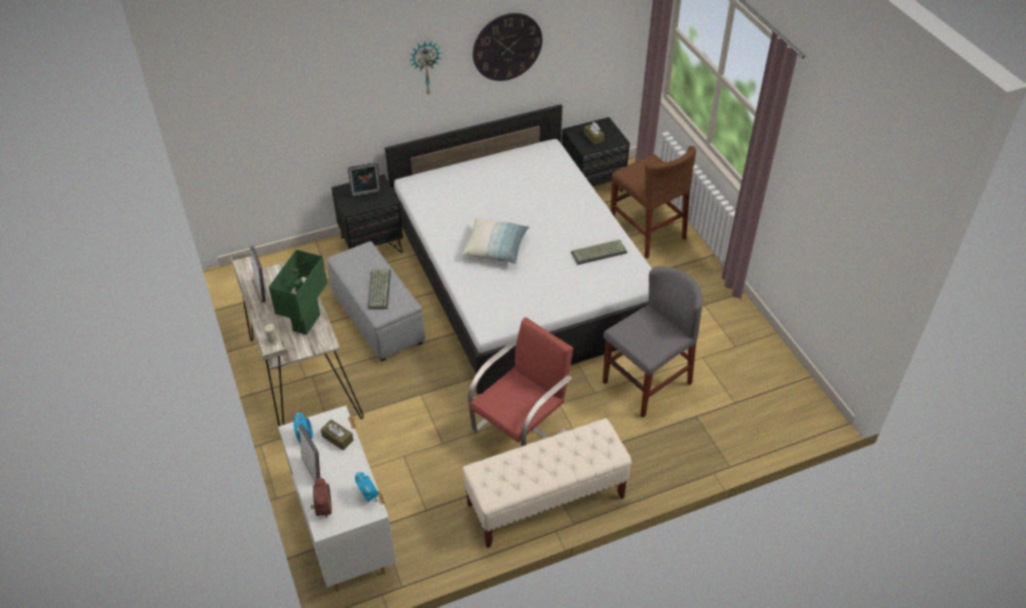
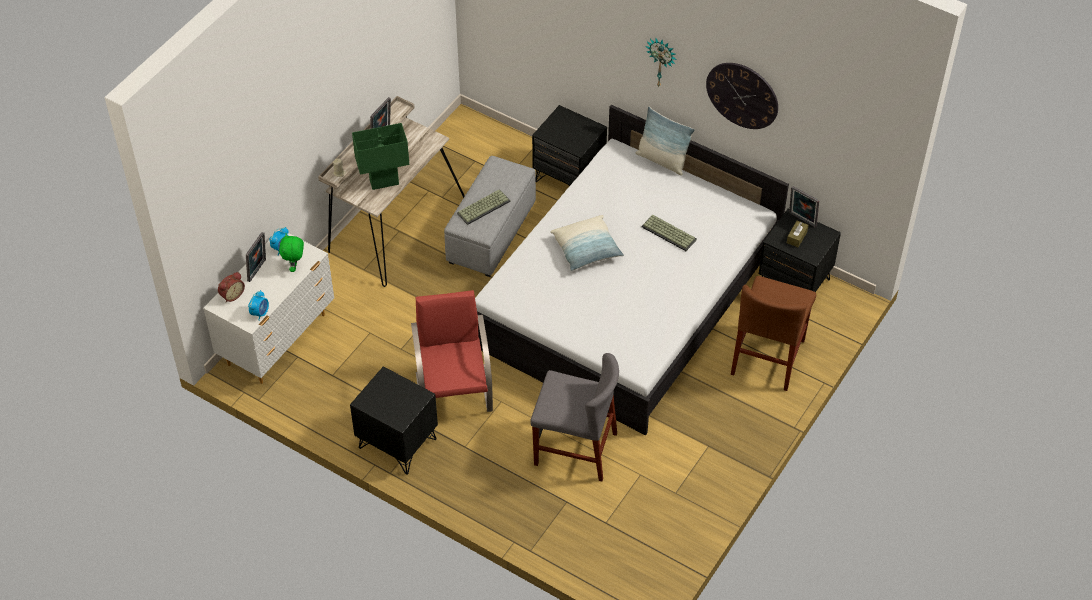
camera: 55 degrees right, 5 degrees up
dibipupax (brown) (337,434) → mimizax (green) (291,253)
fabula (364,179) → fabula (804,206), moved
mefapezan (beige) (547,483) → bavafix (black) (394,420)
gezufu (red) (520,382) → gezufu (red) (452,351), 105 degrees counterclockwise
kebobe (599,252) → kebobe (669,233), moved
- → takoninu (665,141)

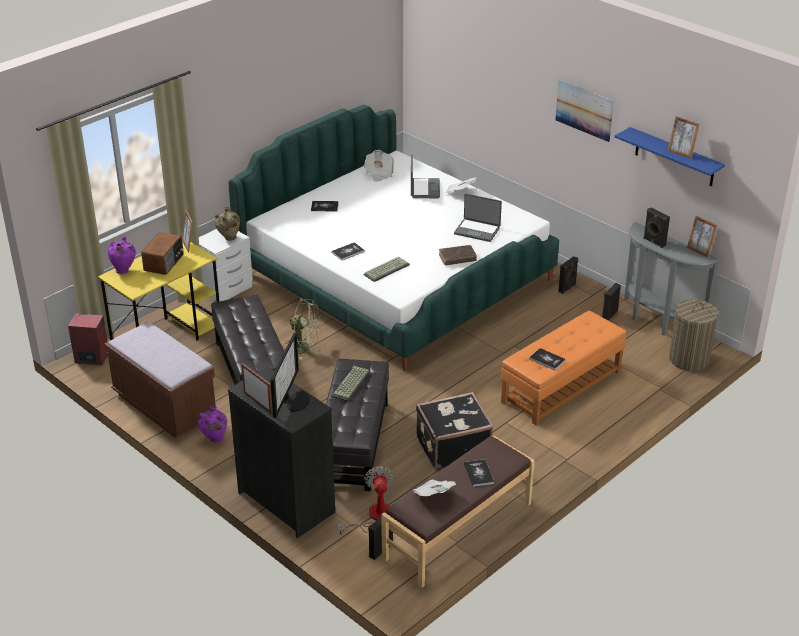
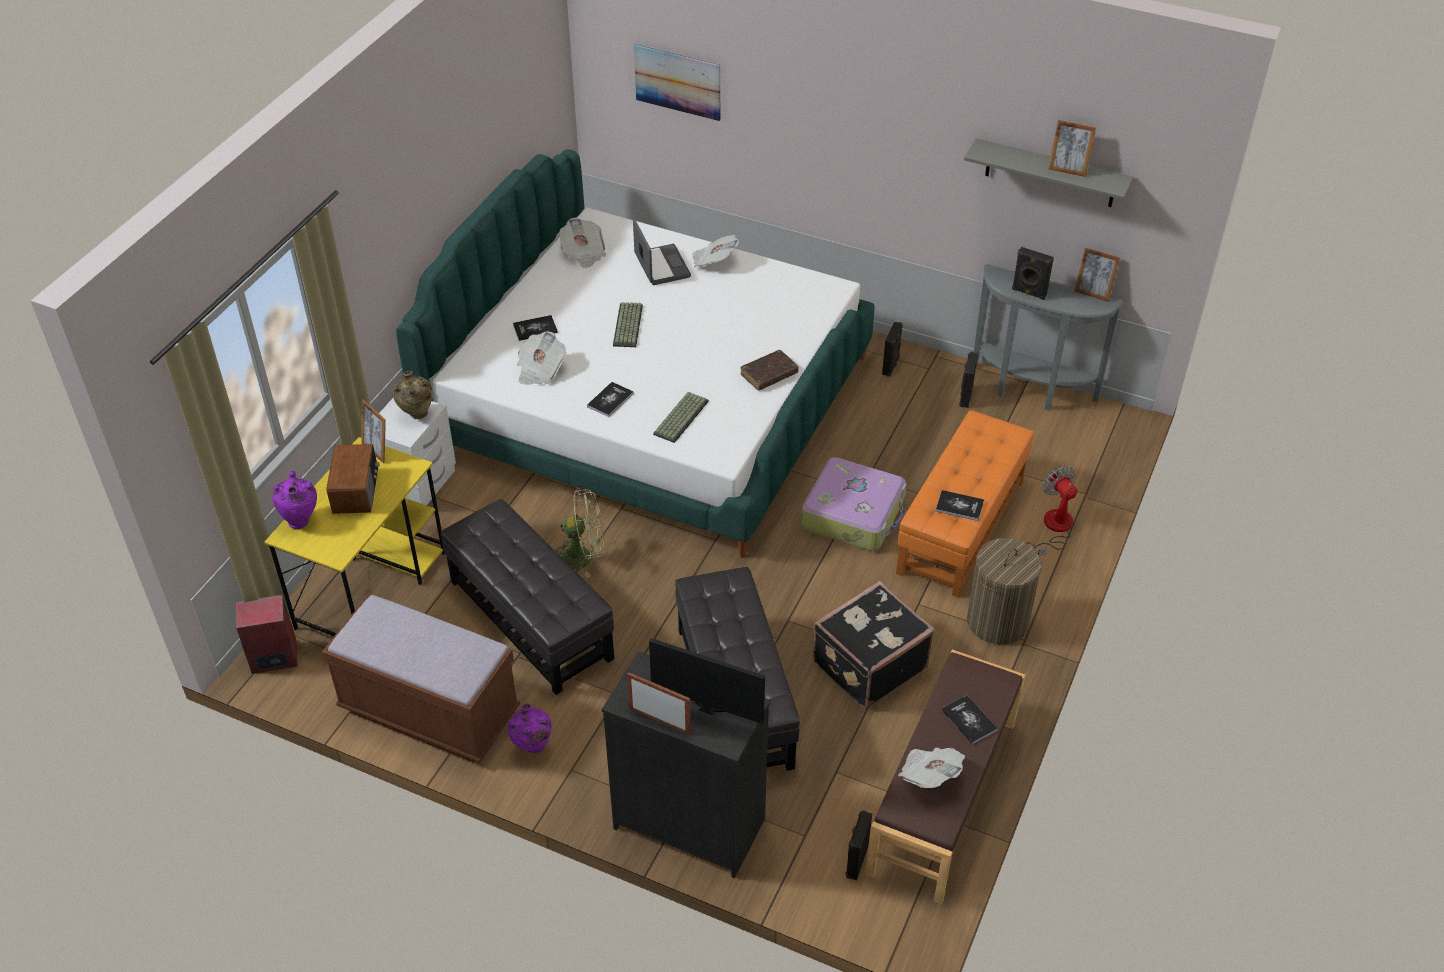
camera: 20 degrees left, 10 degrees up
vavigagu (290,375) → vavigagu (707,681), 60 degrees counterclockwise
kebobe (351,383) → kebobe (628,324), moved
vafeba (365,500) → vafeba (1055,511), moved
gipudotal (478,218) → -
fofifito (584,111) → fofifito (677,82), moved
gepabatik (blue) (670,156) → gepabatik (grey) (1048,172)
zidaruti (694,335) → zidaruti (1004,591), moved
- → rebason (541,358)
- → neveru (853,504)

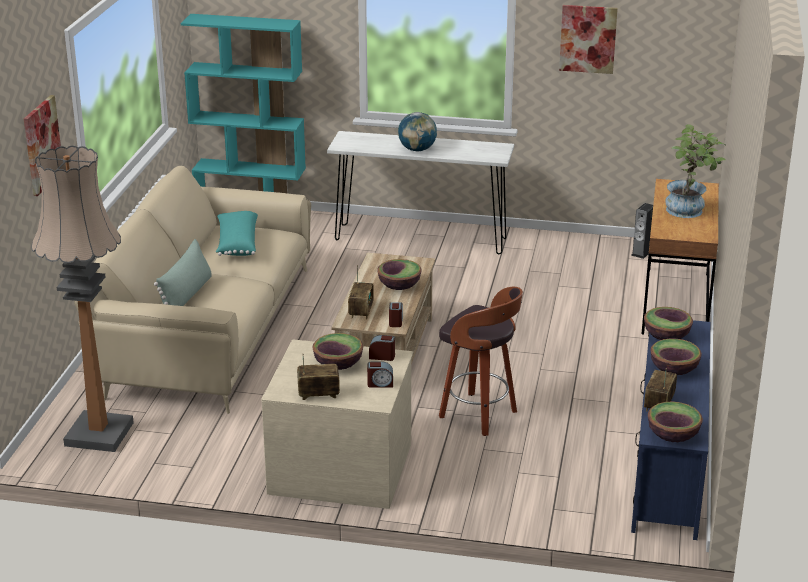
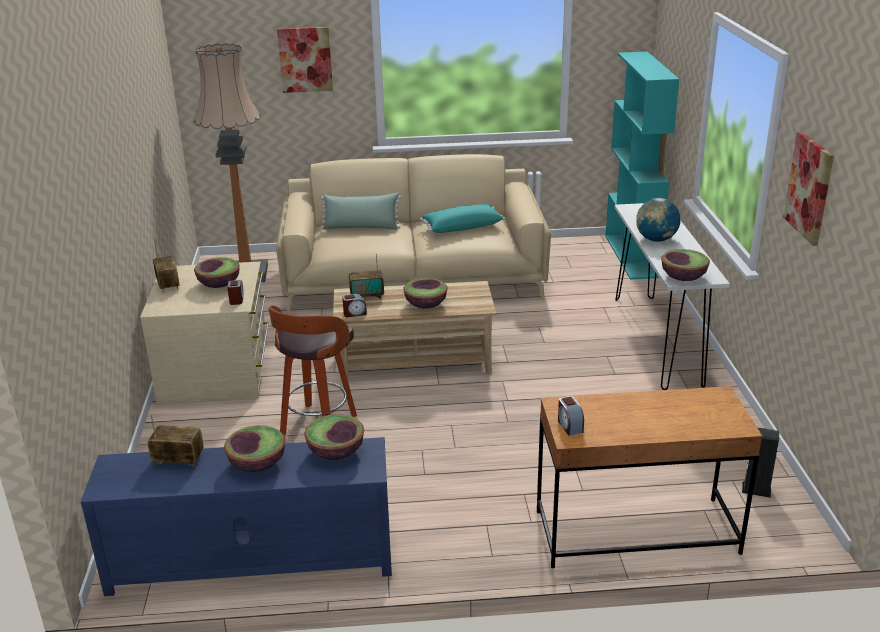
camera: 75 degrees right, 0 degrees up
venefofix (380,374) → venefofix (571,416), moved
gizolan (675,421) → gizolan (685,265), moved
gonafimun (695,171) → -

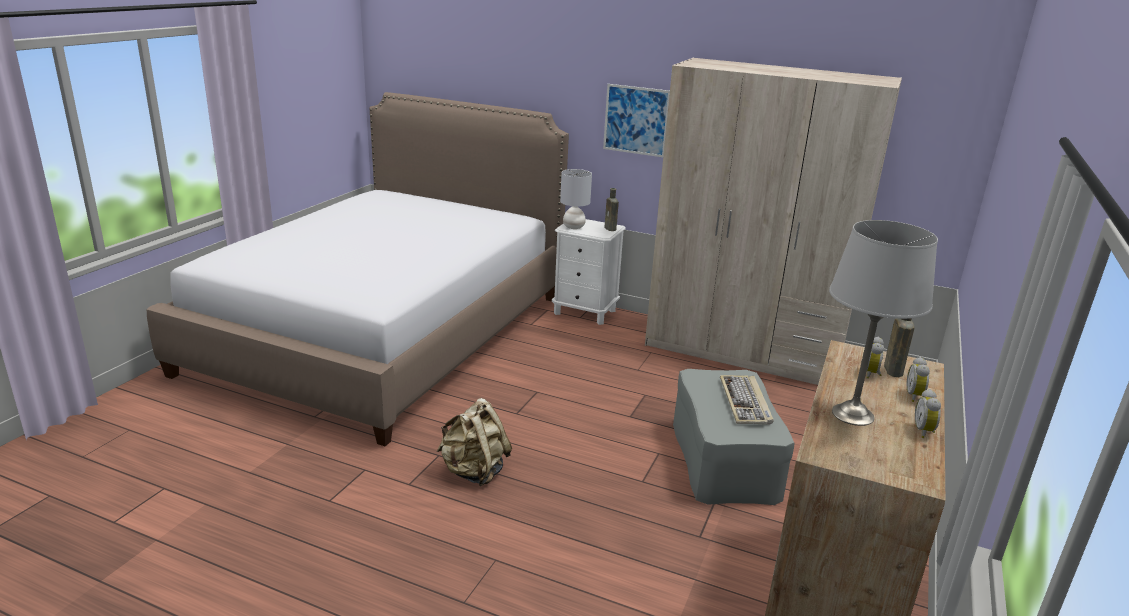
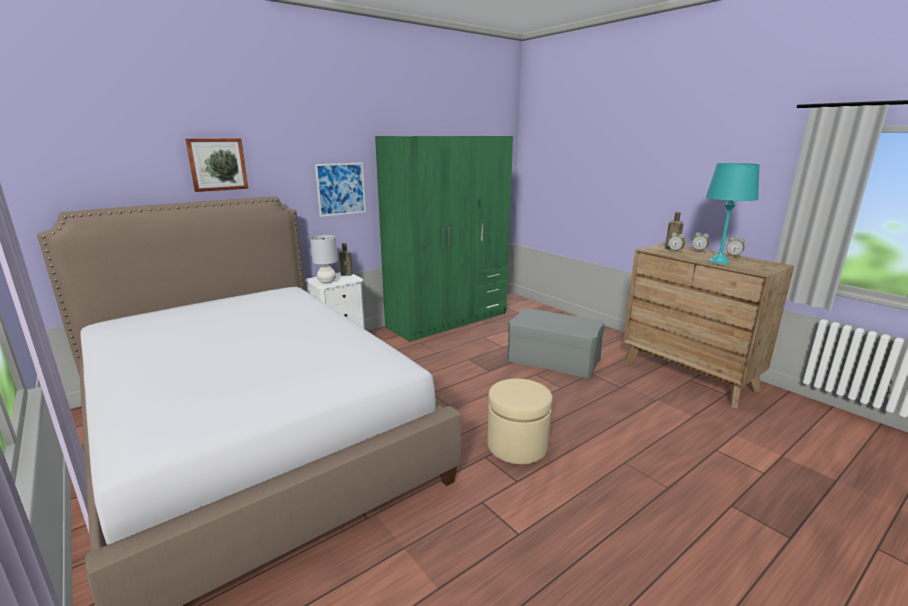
camera: 60 degrees left, 5 degrees down
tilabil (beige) (474,442) → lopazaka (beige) (520,421)
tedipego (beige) (773,221) → tedipego (green) (444,239)
kebobe (747,400) → -
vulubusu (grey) (883,323) → vulubusu (turquoise) (733,213)
- → fofifito (216,165)

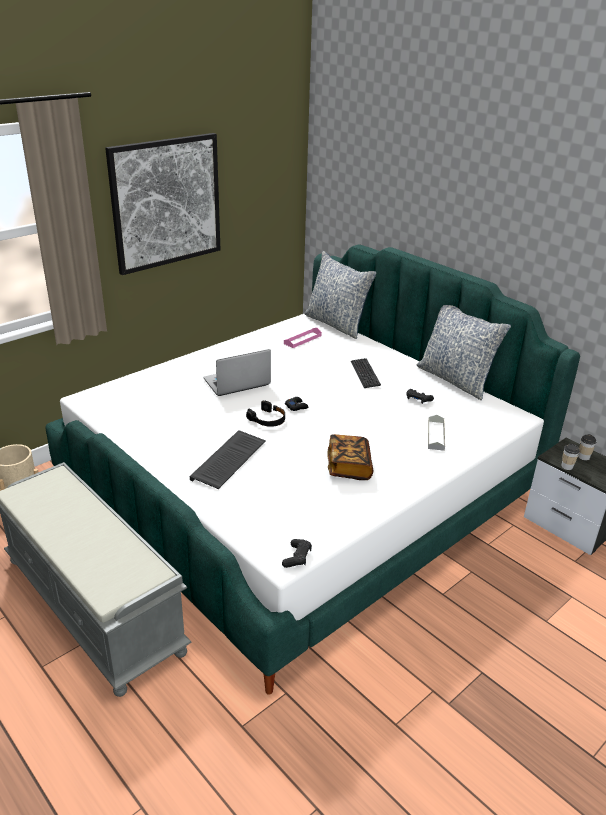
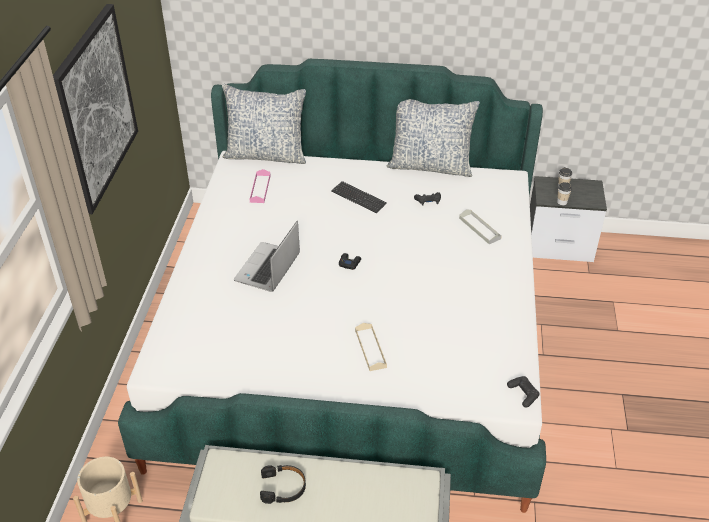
camera: 40 degrees left, 10 degrees up
kebobe (227,459) → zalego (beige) (371,347)
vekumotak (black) (265,414) → vekumotak (black) (283,484), moved
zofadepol (350,457) → -

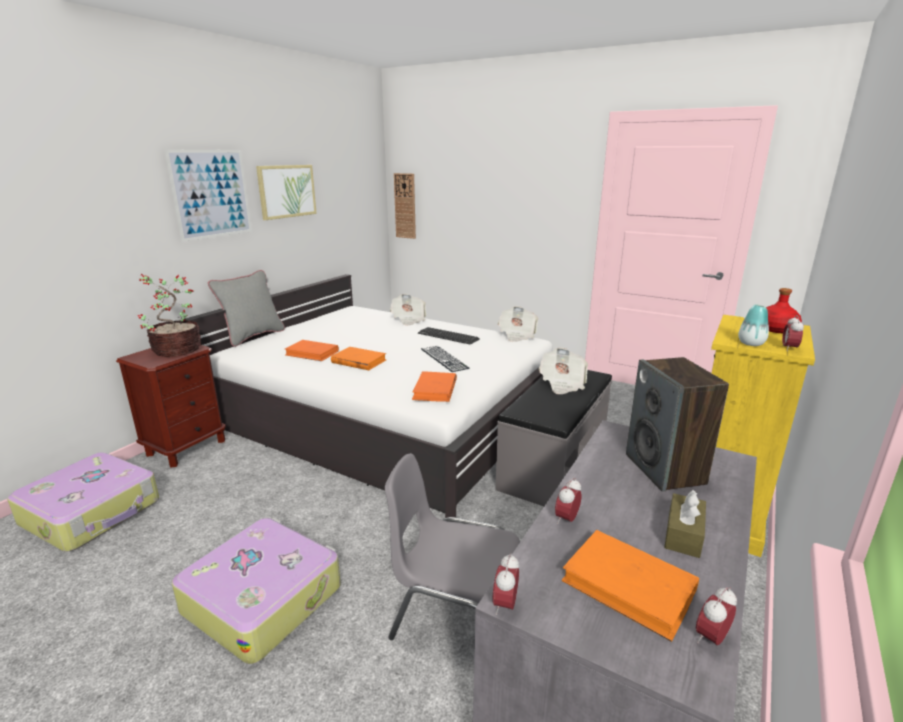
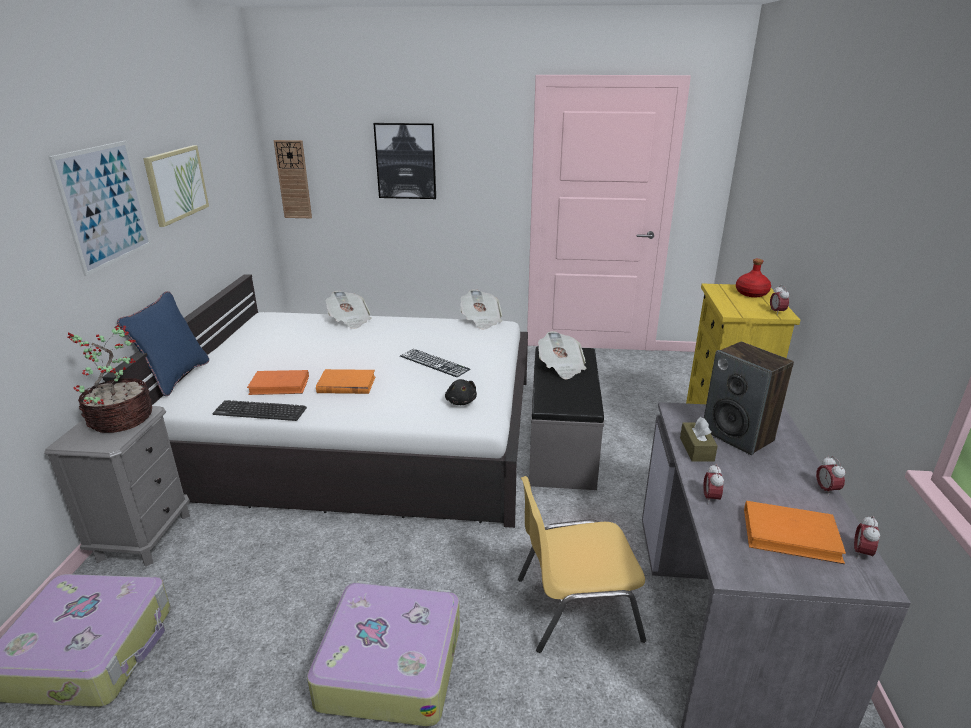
camera: 25 degrees left, 5 degrees up
bavafix (brown) (171,406) → bavafix (grey) (117,486)
takoninu (grey) (246,308) → takoninu (blue) (163,343)
gezufu (grey) (452,546) → gezufu (yellow) (582,564)
zofadepol (orange) (434,387) → mimizax (black) (461,392)
kebobe (449,336) → kebobe (260,410), moved
venefofix (505,584) → venefofix (831,476), moved
dibipupax (brown) (685,524) → dibipupax (brown) (699,439), moved
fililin (753,325) → -
- → fofifito (404,161)

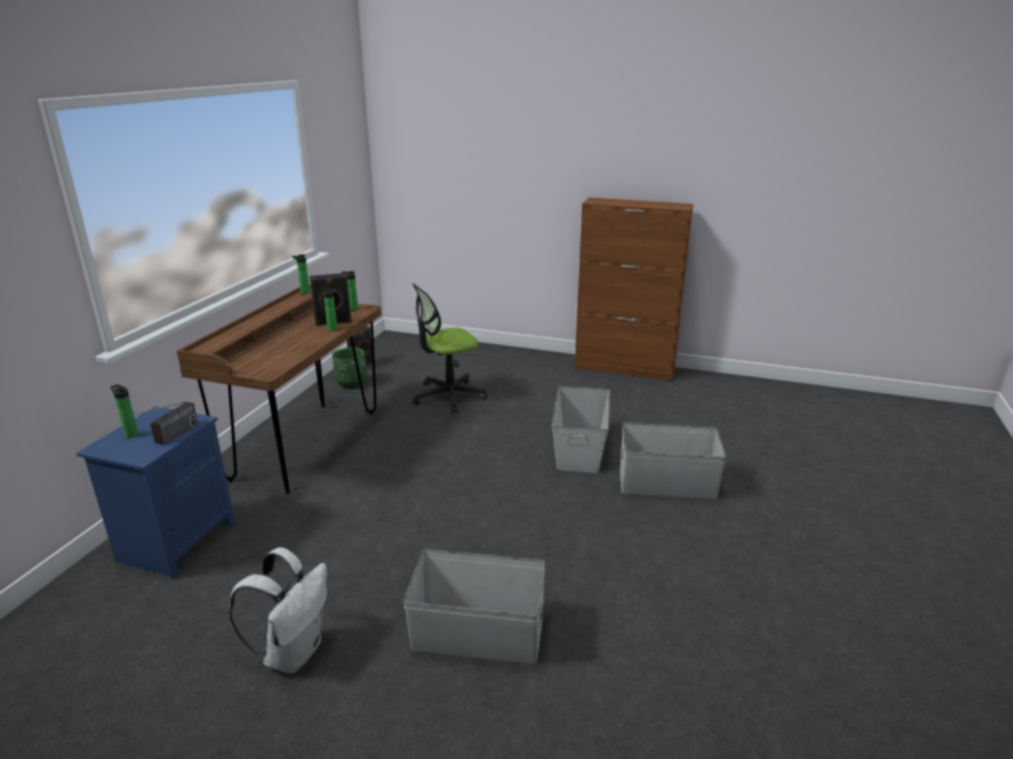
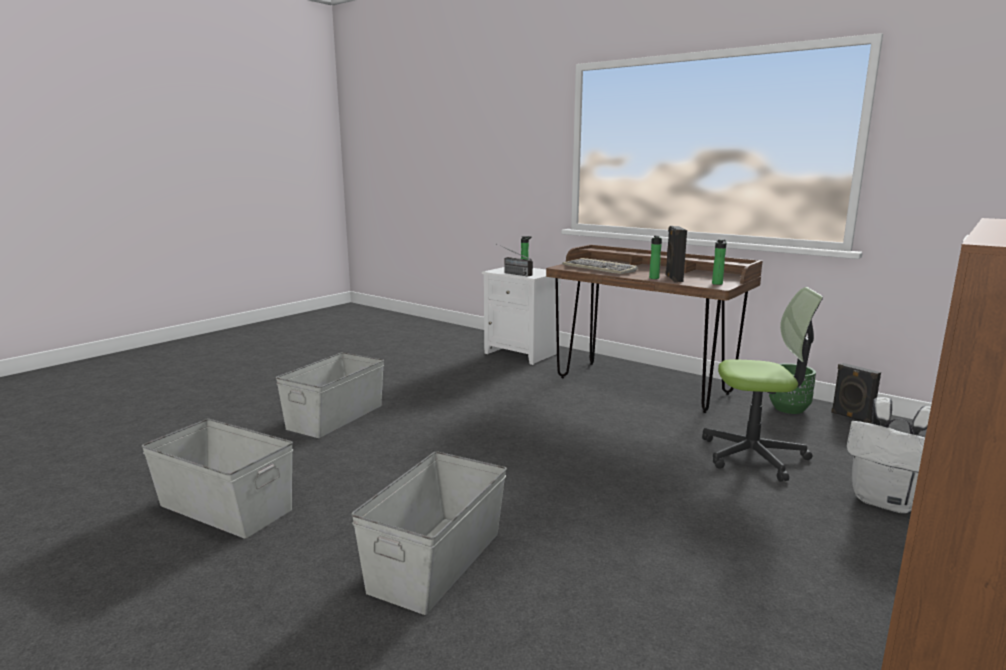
camera: 110 degrees right, 10 degrees down
bavafix (blue) (155,492) → bavafix (white) (521,316)
tilabil (white) (278,610) → tilabil (white) (888,455), moved
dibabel (301,274) → -
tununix (449,348) → tununix (762,384), 105 degrees clockwise
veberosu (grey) (581,429) → veberosu (grey) (217,478), moved
- → kebobe (599,266)

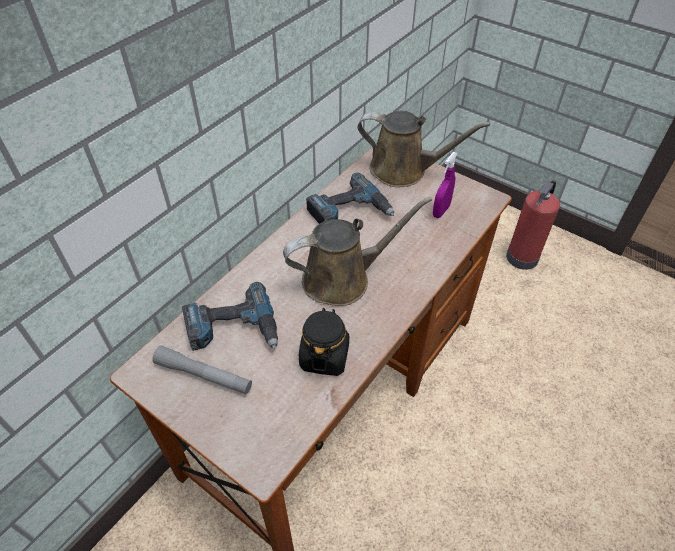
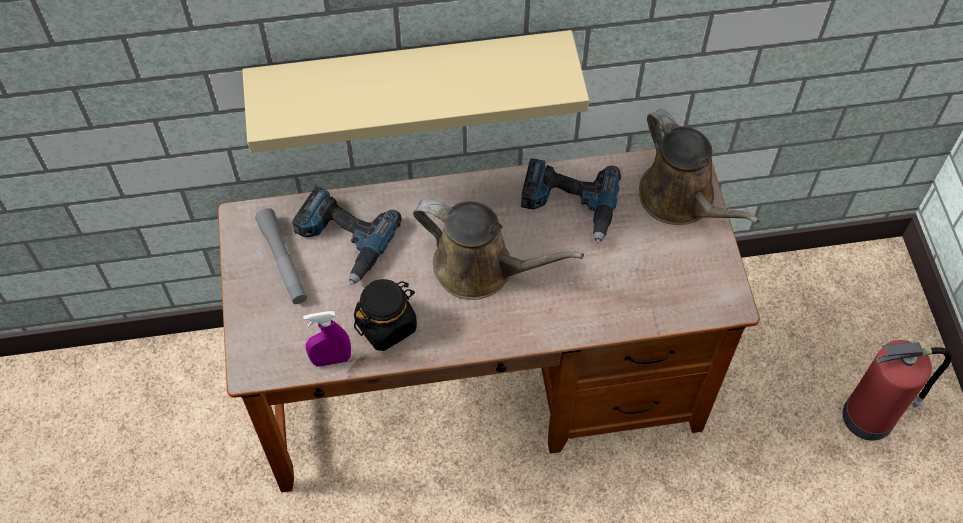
camera: 45 degrees right, 10 degrees up
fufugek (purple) (445,185) → fufugek (purple) (327,339), moved
- → gepabatik (beige) (415,91)

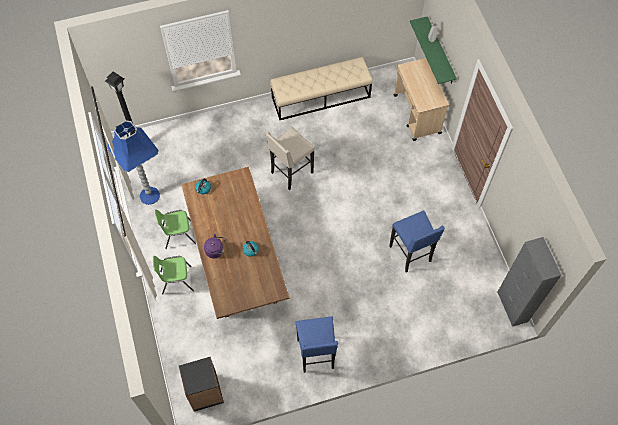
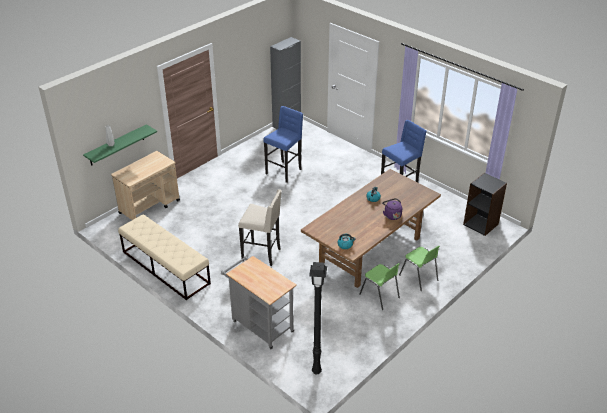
camera: 120 degrees left, 25 degrees down
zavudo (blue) (133,163) → -
- → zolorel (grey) (259,302)

